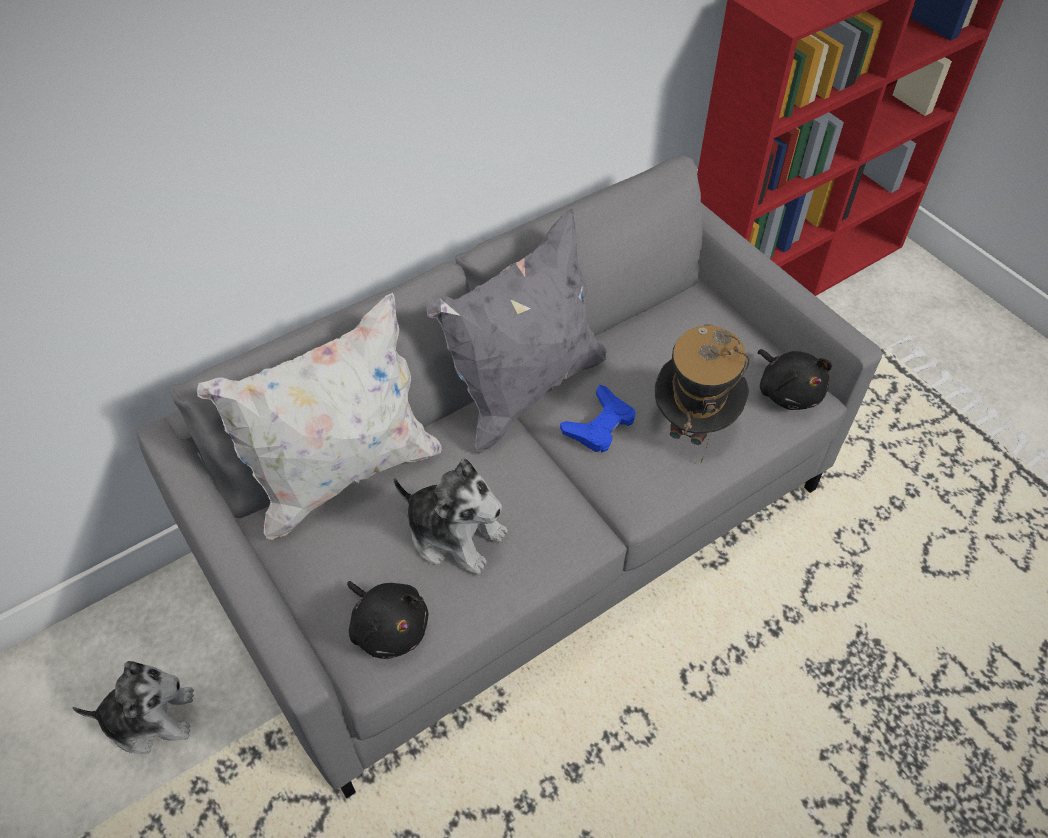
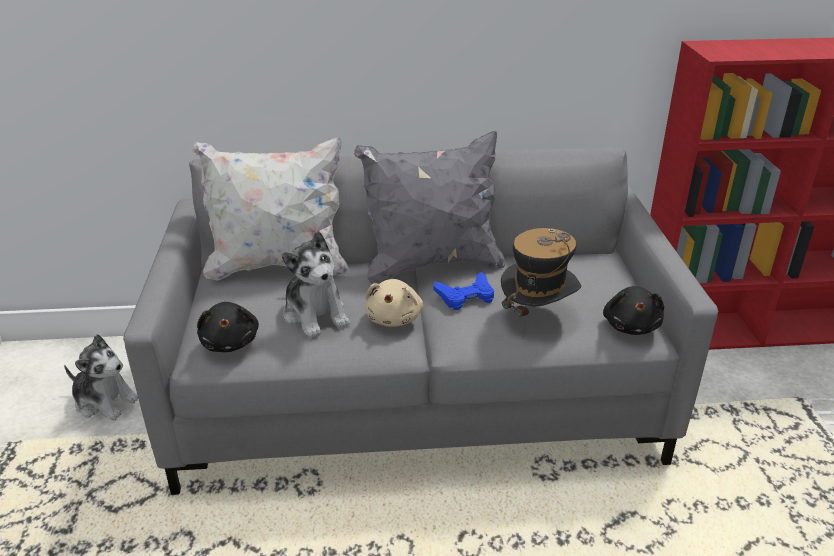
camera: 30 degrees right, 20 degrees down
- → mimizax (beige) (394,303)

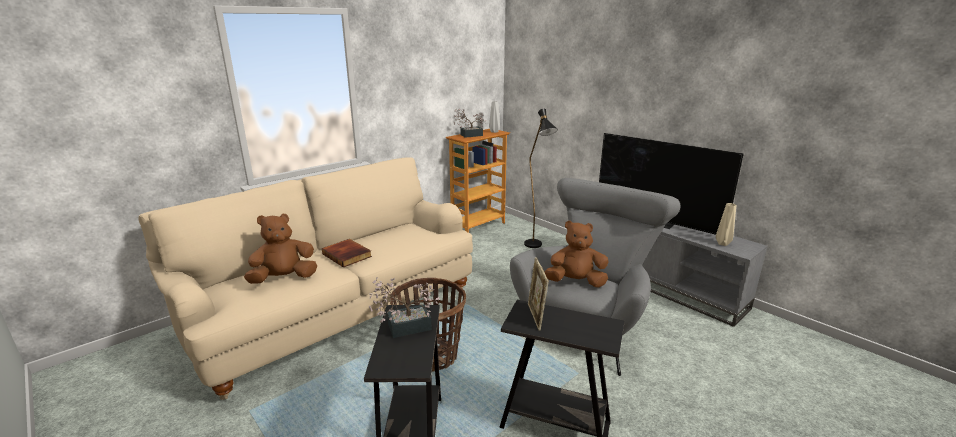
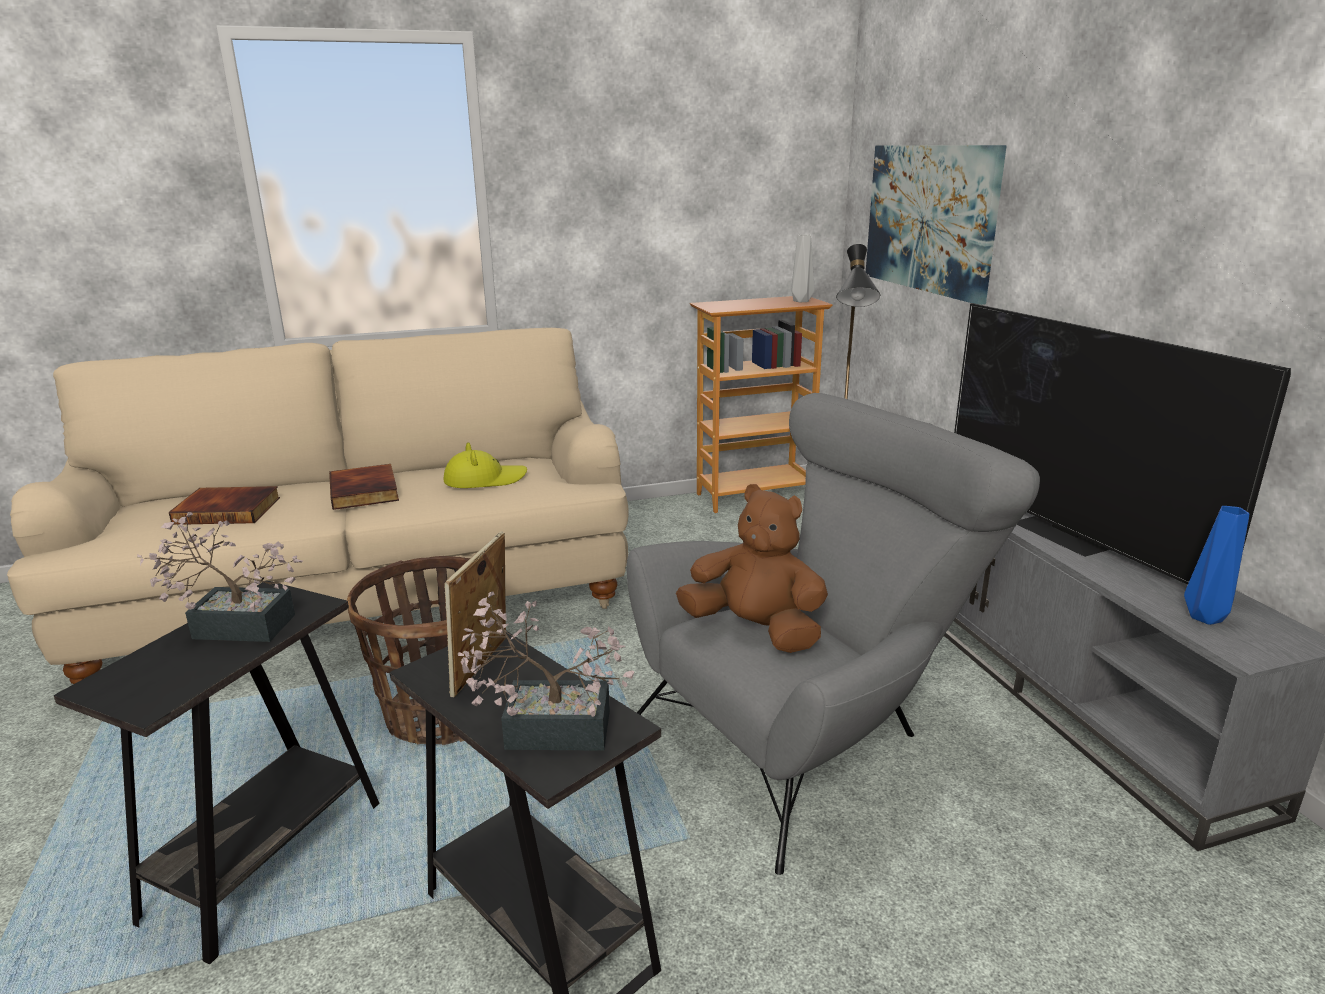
camera: 25 degrees right, 0 degrees up
mimizax (brown) (280,249) → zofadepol (224,505)
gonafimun (470,123) → gonafimun (546,671), moved
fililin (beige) (726,224) → fililin (blue) (1216,565)
- → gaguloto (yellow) (485,465)
- → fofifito (936,225)

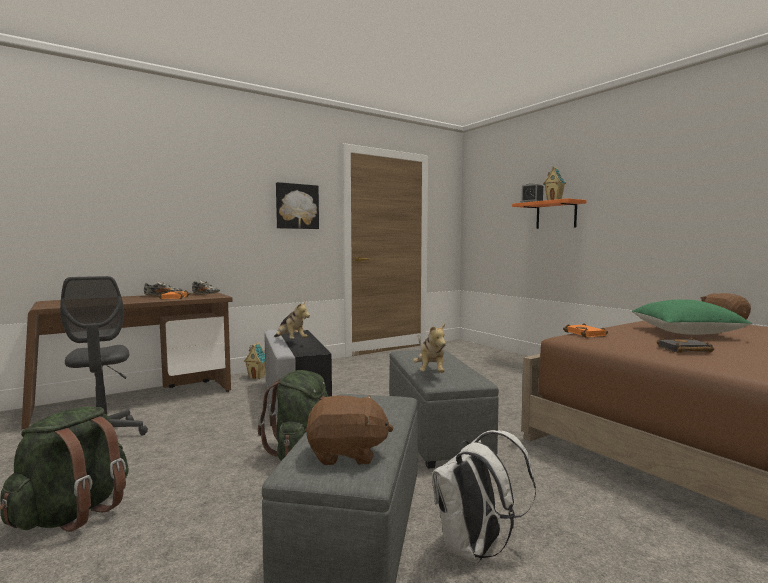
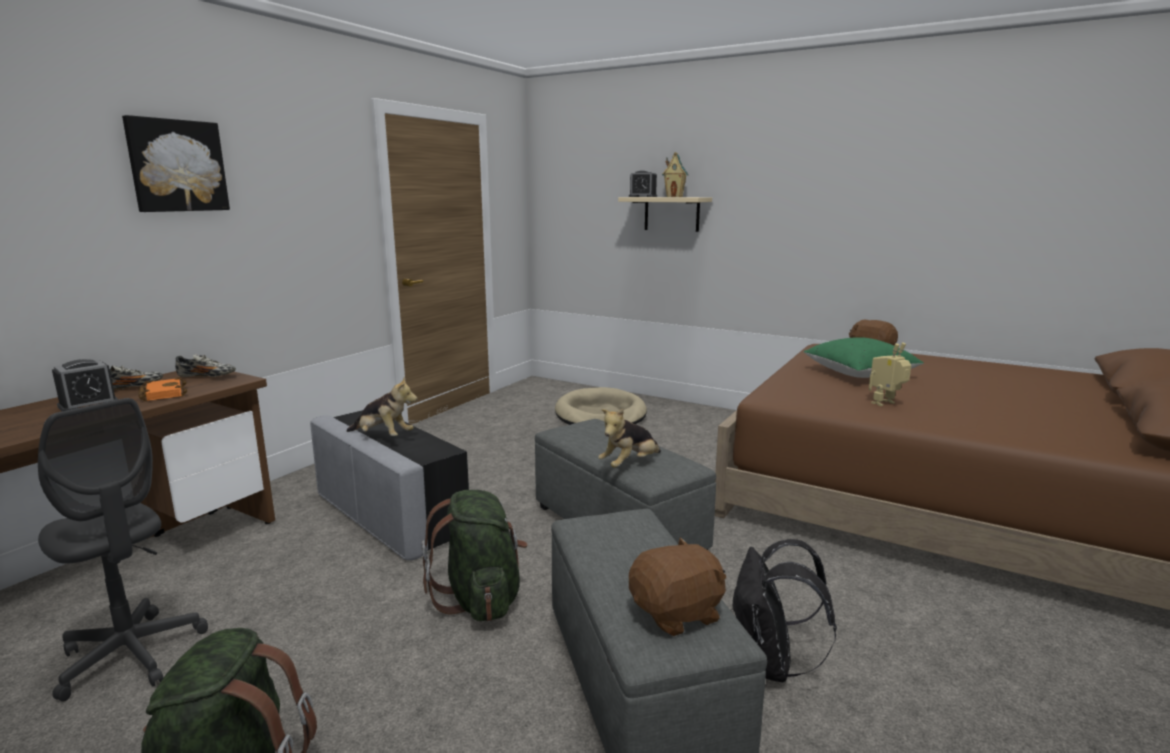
camera: 25 degrees left, 10 degrees up
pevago (254,360) → -
fofifito (297,205) → fofifito (176,163), moved
mimizax (429,348) → mimizax (629,438), 75 degrees clockwise
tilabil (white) (484,496) → tilabil (black) (784,610)
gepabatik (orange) (549,213) → gepabatik (beige) (665,214)
zofadepol (orange) (585,330) → -
zofadepol (black) (685,345) → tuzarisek (890,374)
- → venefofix (85,385)
- → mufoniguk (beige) (601,406)

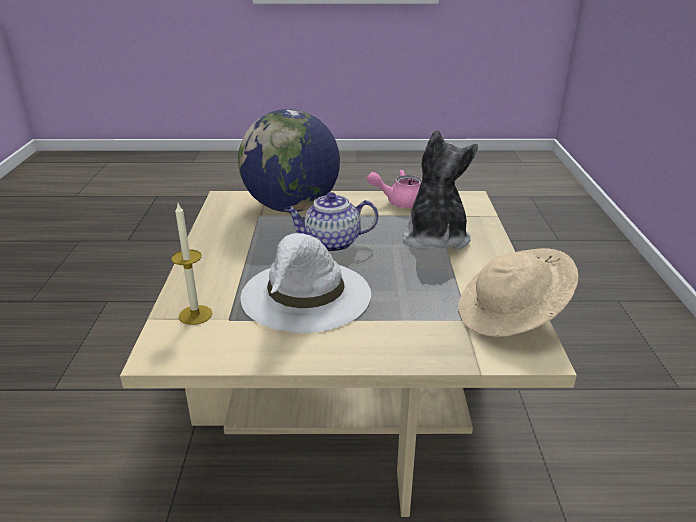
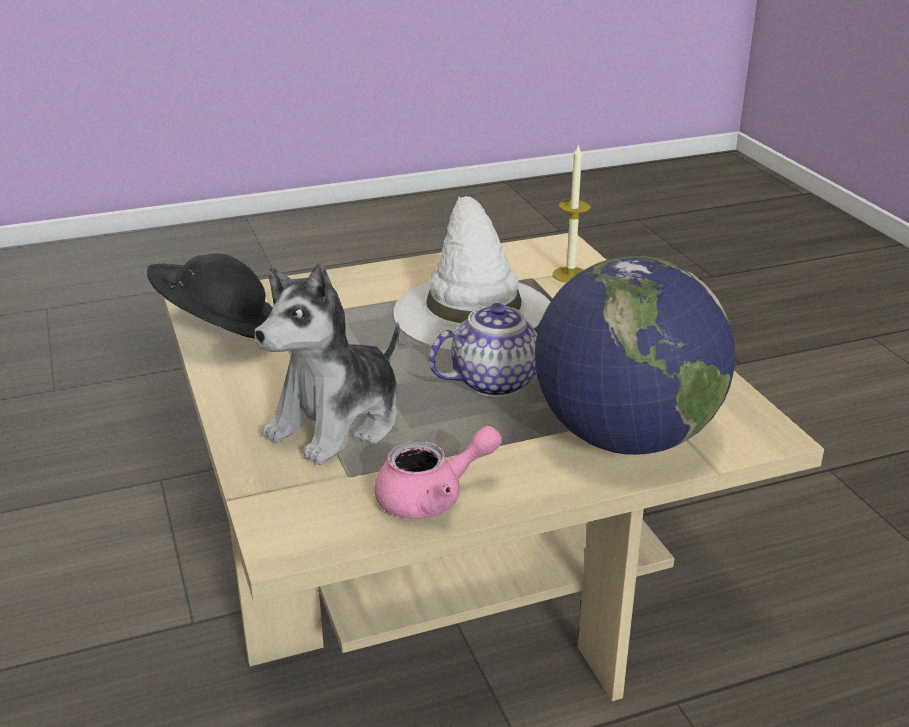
camera: 160 degrees right, 0 degrees up
mimizax (440,190) → mimizax (327,364), 60 degrees clockwise
gaguloto (beige) (518,292) → gaguloto (black) (210,296)

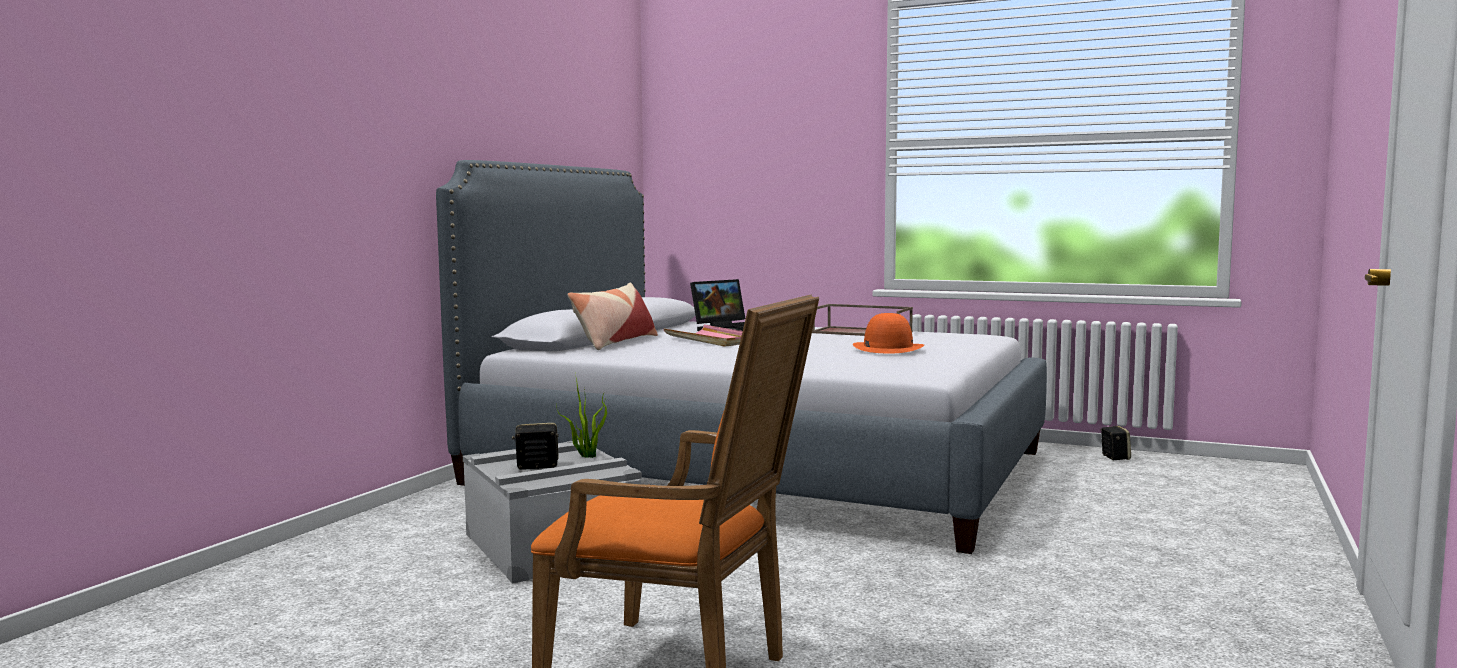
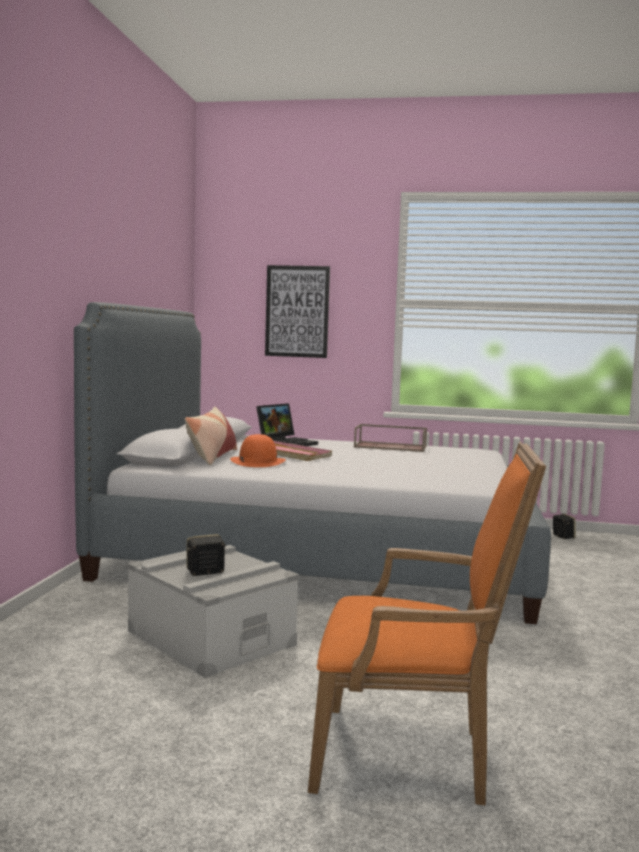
camera: 15 degrees left, 0 degrees up
gonafimun (581,414) → -
gaguloto (orange) (888,333) → gaguloto (orange) (258,450), moved
- → fofifito (297,311)

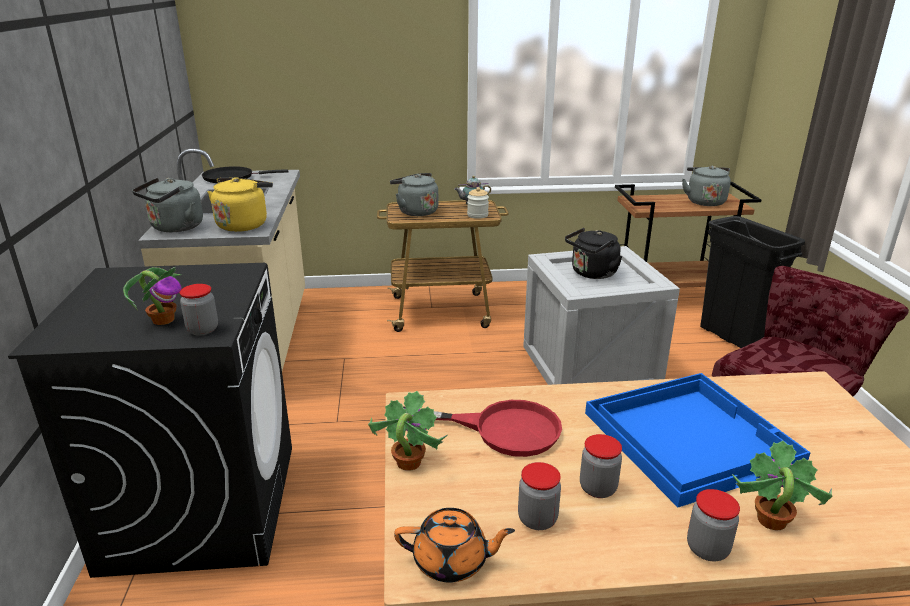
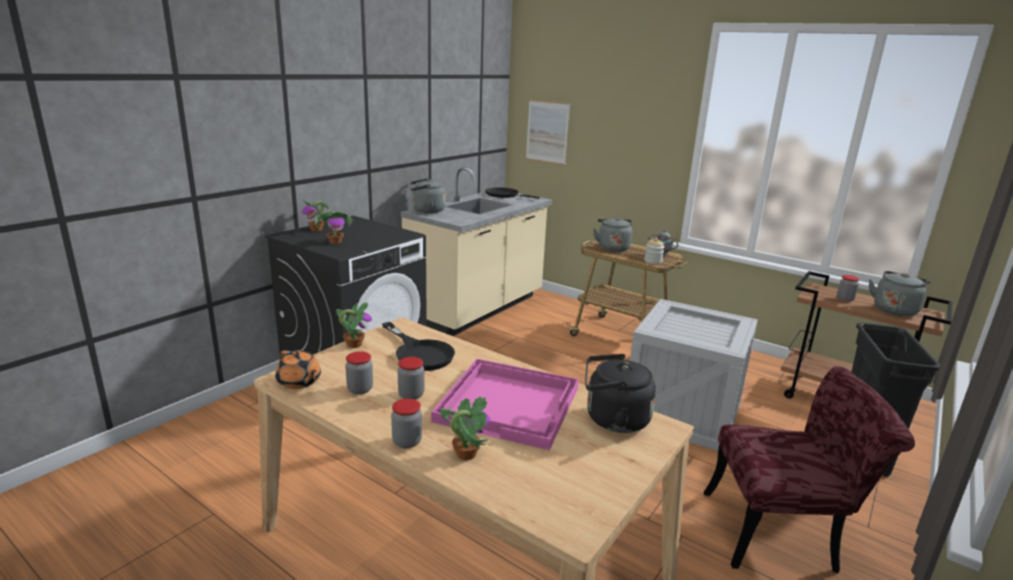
camera: 40 degrees right, 5 degrees down
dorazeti (199,310) → dorazeti (848,288), moved
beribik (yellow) (240,204) → -
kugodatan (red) (482,428) → kugodatan (black) (418,346)
beribik (black) (593,253) → beribik (black) (620,393), moved
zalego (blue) (698,440) → zalego (pink) (505,404)
- → gonafimun (316,216)
- → fofifito (548,132)

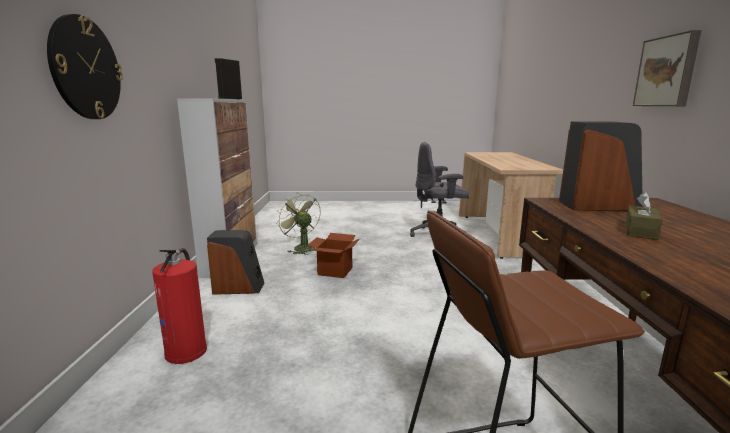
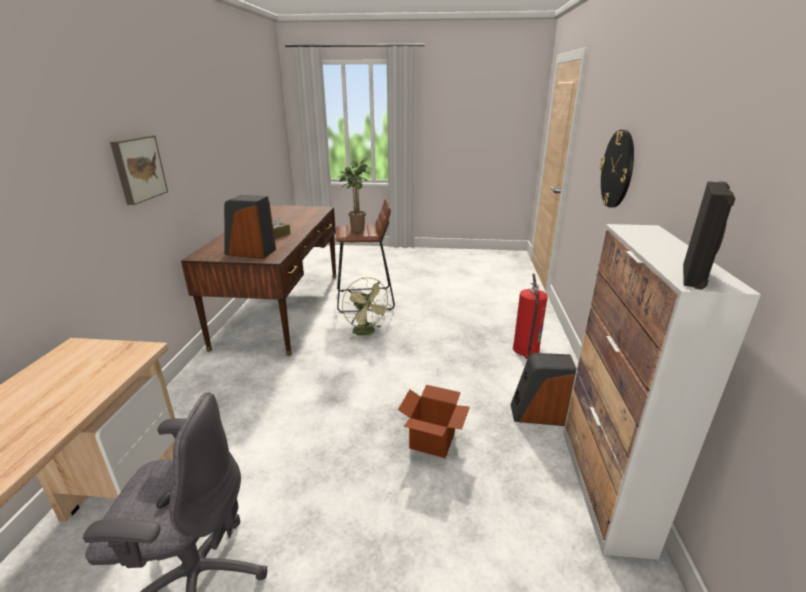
camera: 175 degrees left, 10 degrees up
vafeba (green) (298,224) → vafeba (green) (366,308), moved
- → gonafimun (355,195)

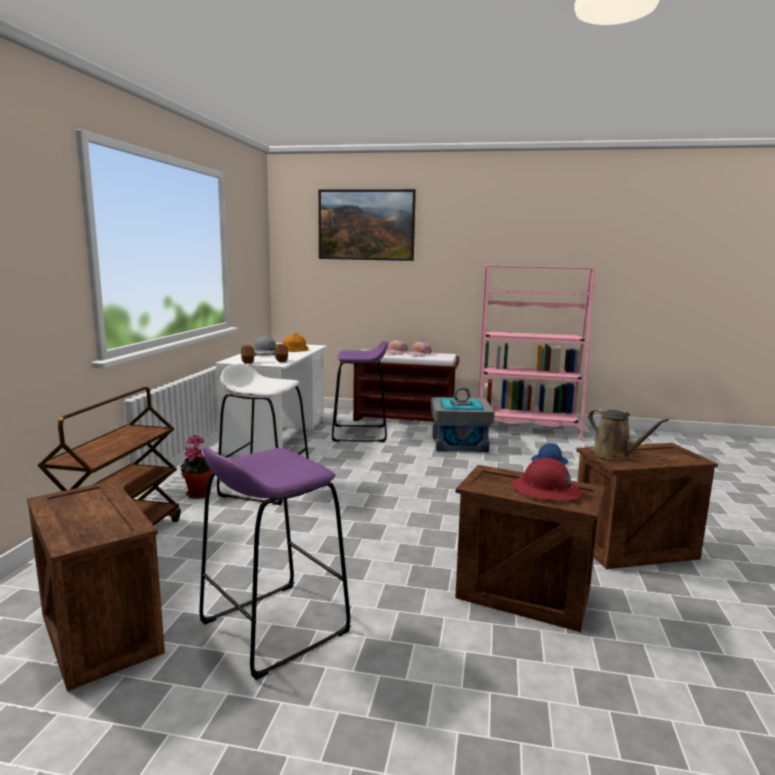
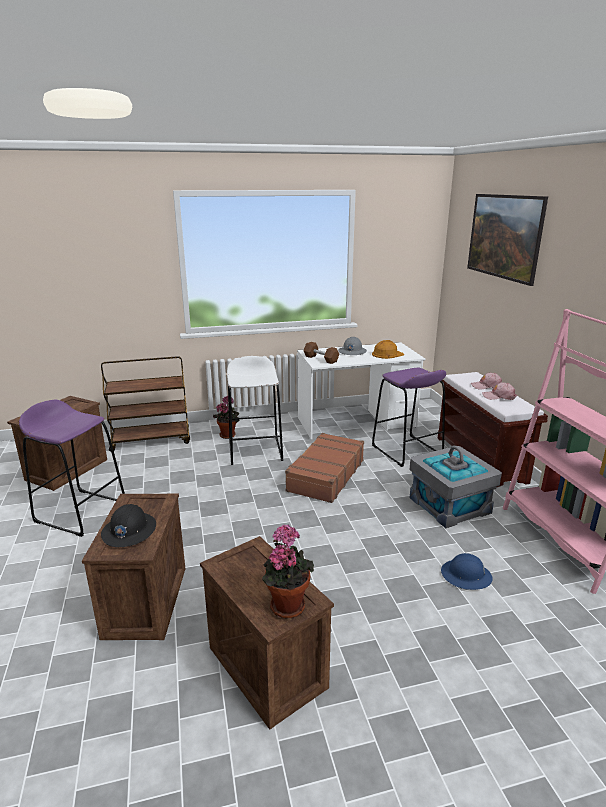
camera: 65 degrees right, 10 degrees up
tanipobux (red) (547,479) → tanipobux (black) (128,525)
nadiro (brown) (628,434) → -
- → gonafimun (288,571)
- → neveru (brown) (324,468)

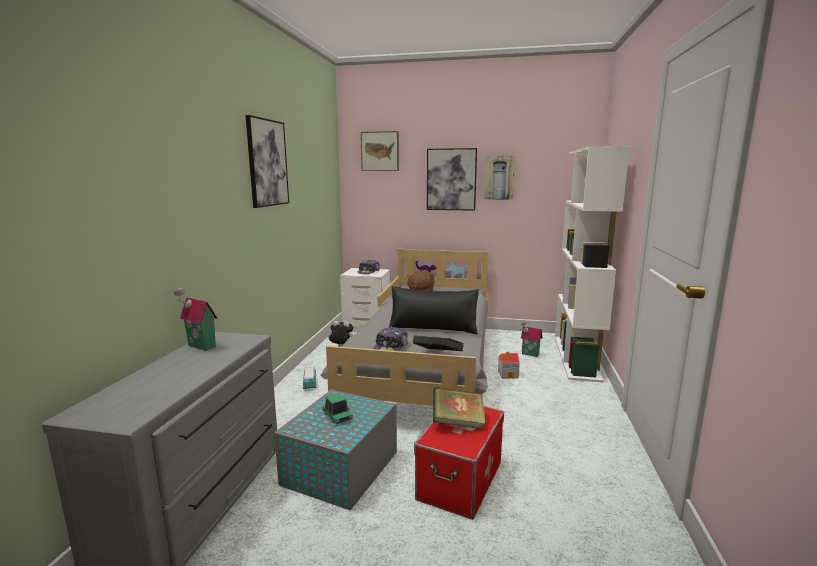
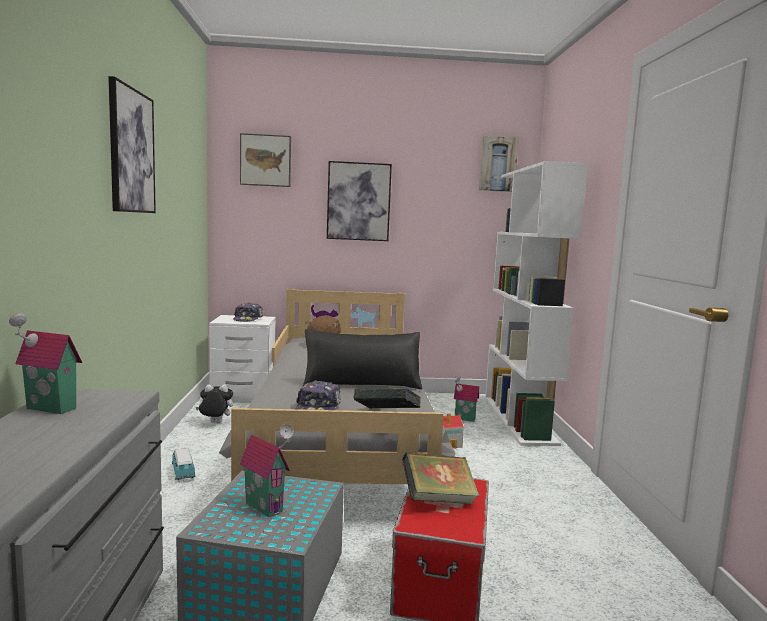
camera: 15 degrees left, 5 degrees down
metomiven (338,408) → pevago (267,470)
fofifito (499,178) → fofifito (499,164), moved

